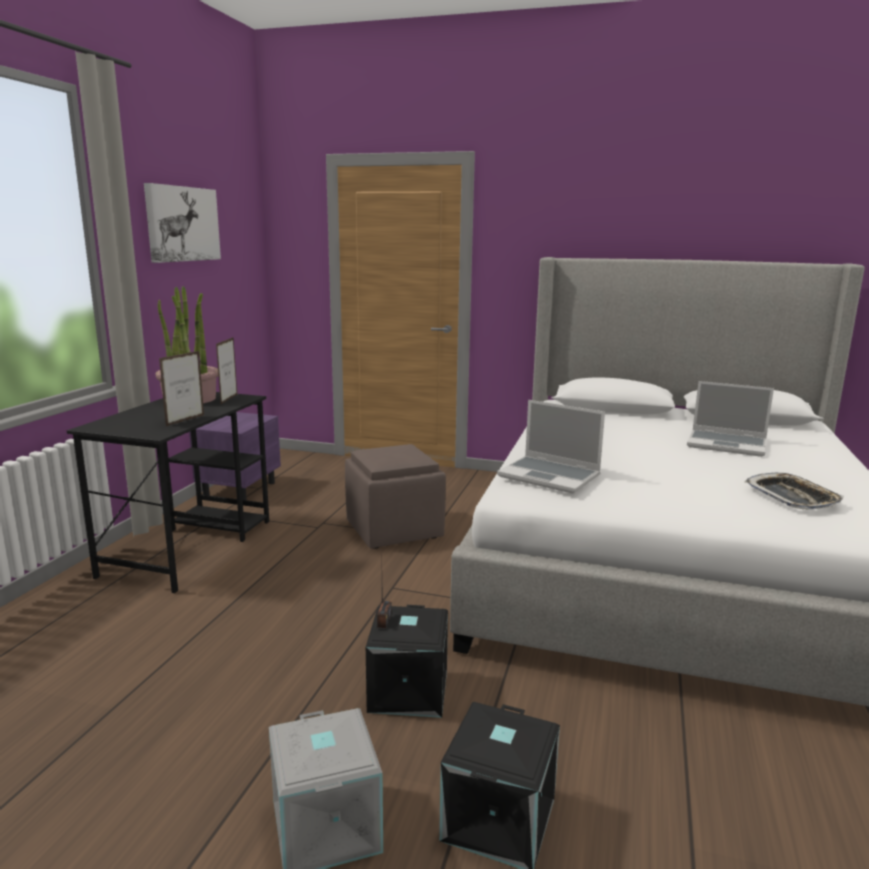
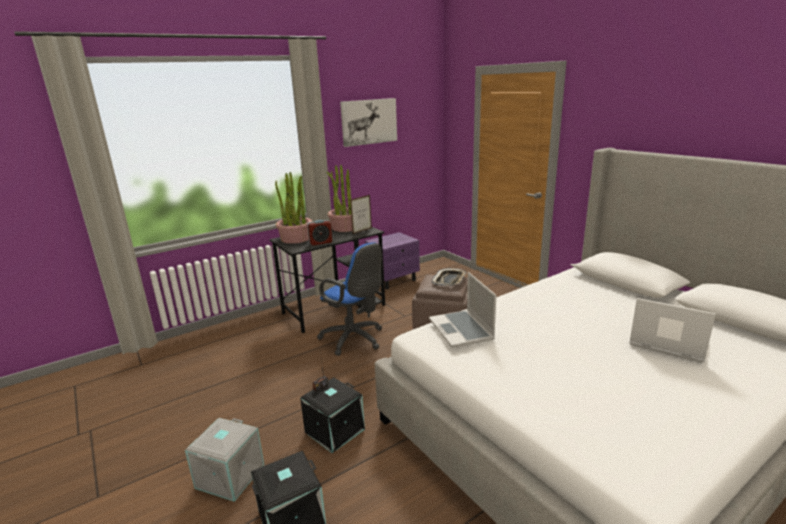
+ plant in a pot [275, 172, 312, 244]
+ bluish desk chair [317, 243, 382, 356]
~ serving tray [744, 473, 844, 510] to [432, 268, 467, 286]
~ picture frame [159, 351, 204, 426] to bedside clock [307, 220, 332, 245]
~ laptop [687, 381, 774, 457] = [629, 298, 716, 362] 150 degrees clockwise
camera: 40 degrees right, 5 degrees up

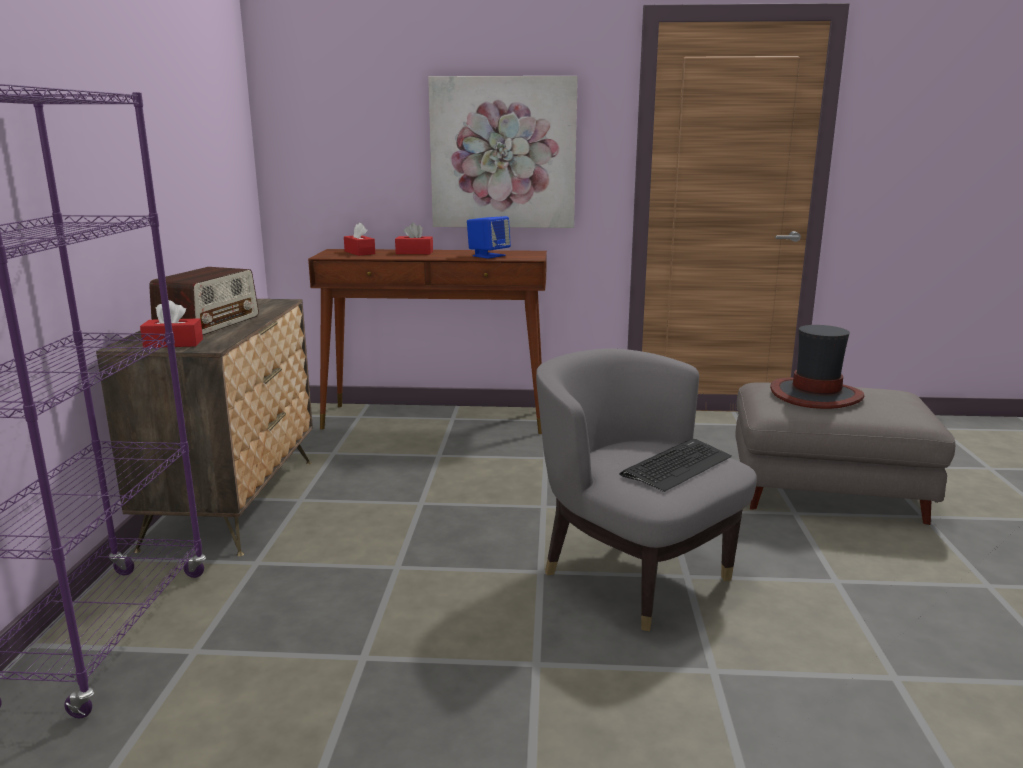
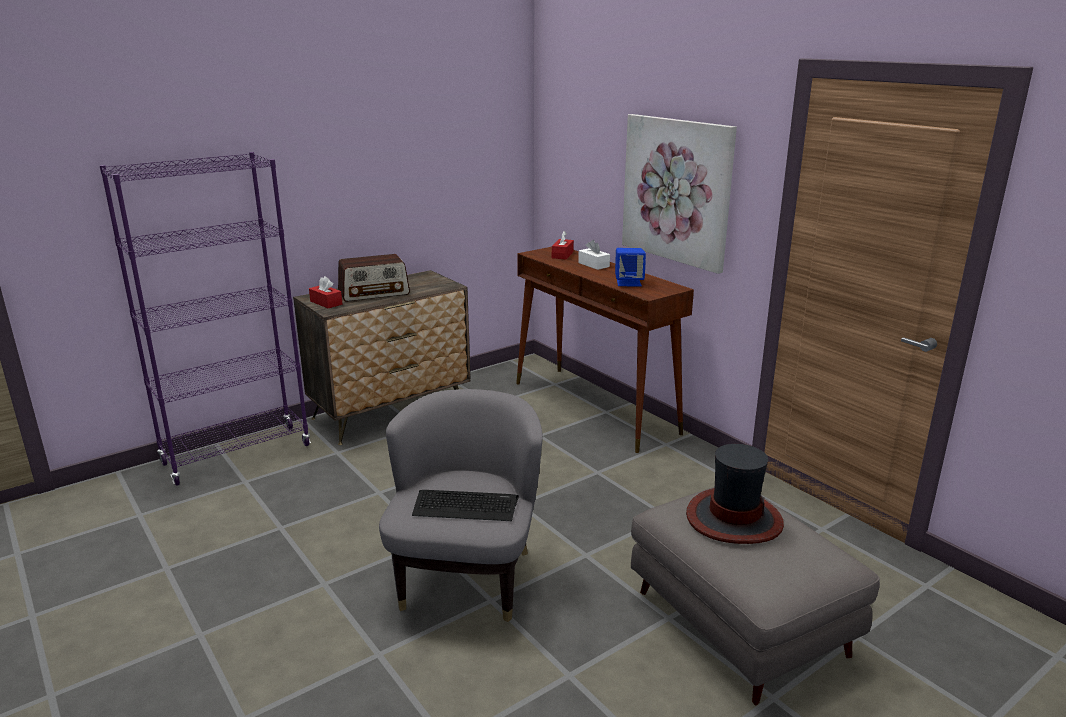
~ reddish tissue holder [395, 223, 433, 254] to whitish tissue holder [578, 240, 610, 270]
camera: 50 degrees right, 5 degrees up

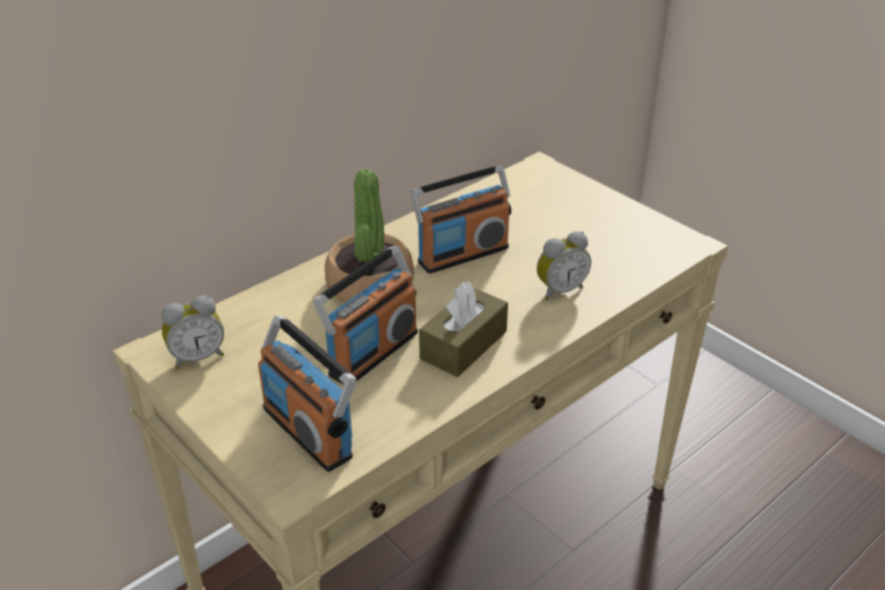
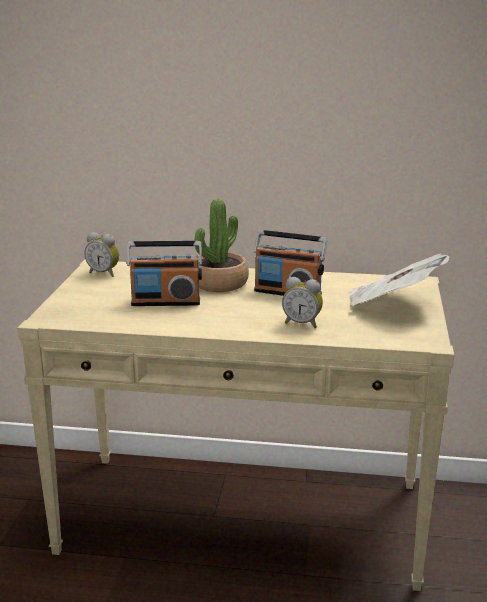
- radio [258, 316, 356, 472]
- brownish tissue holder [419, 282, 508, 377]
+ newspaper [349, 254, 449, 307]
camera: 50 degrees right, 15 degrees down

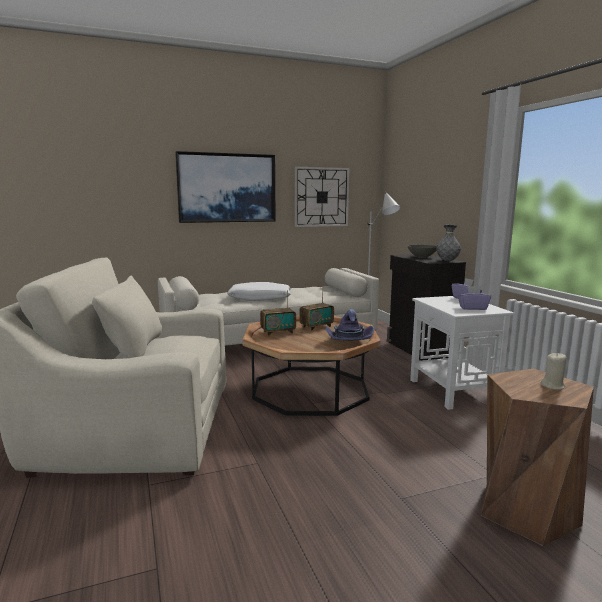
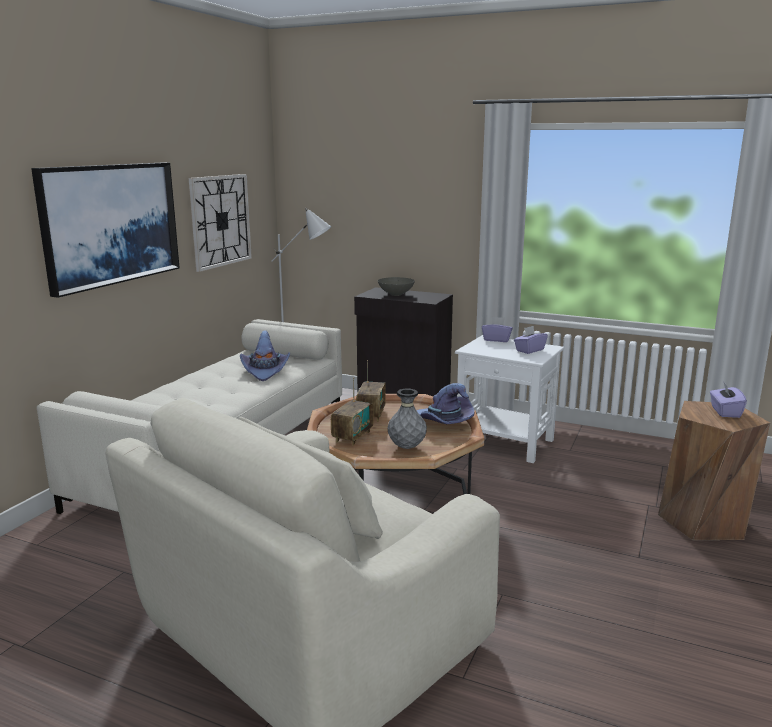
- whitish throw pillow [227, 282, 291, 301]
+ purple-coloured clothing hat [240, 330, 290, 381]
~ greyish decorative vase [436, 225, 461, 261] to [388, 389, 427, 449]
~ sand-coloured wax light [541, 352, 567, 390] to purple-coloured tissue holder [710, 383, 747, 418]
camera: 45 degrees left, 5 degrees up

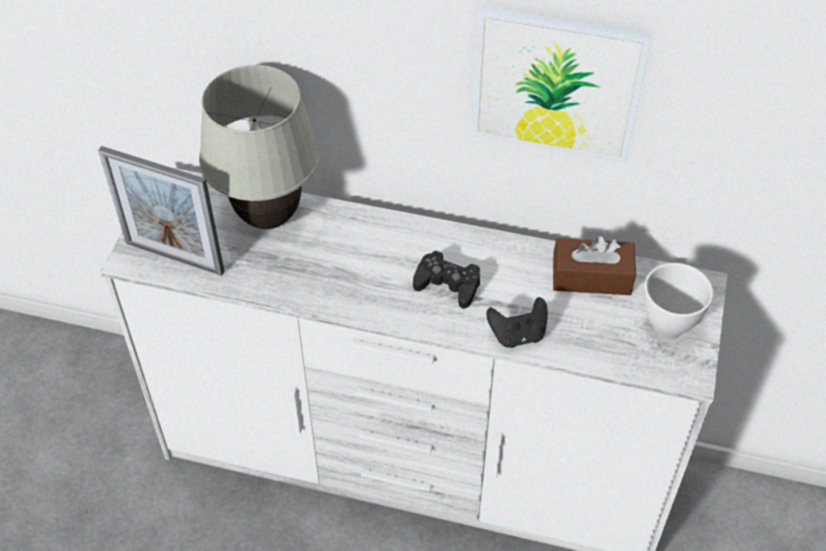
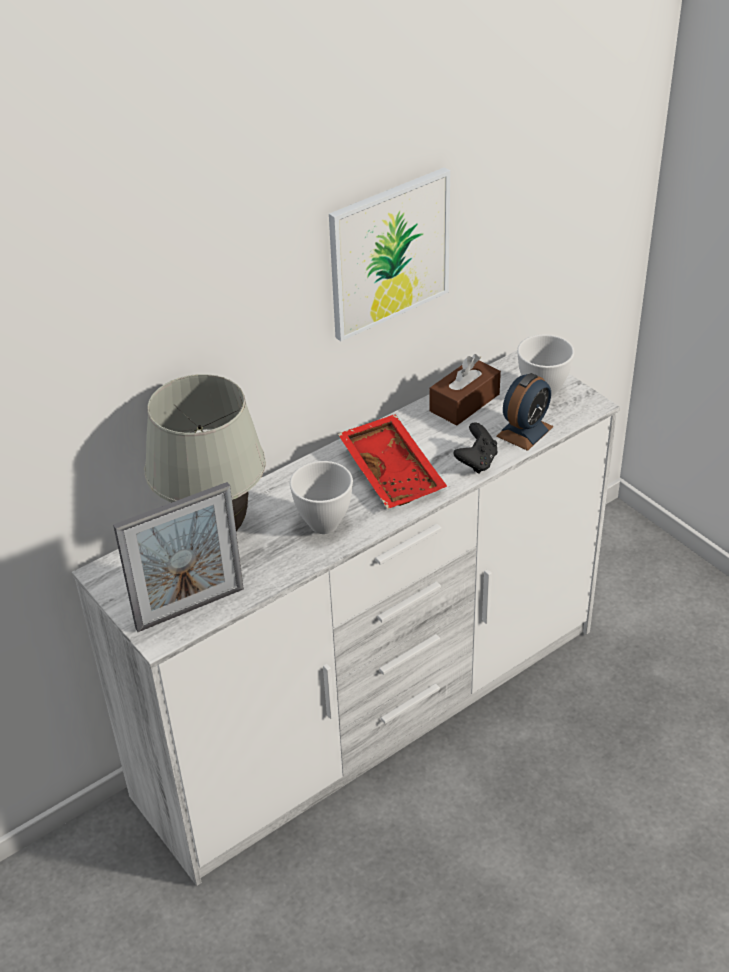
+ whitish serving bowl [290, 461, 353, 534]
+ bedside clock [496, 373, 554, 451]
~ black-coloured joypad [413, 251, 480, 309] to reddish serving tray [338, 414, 447, 509]
camera: 50 degrees left, 10 degrees down

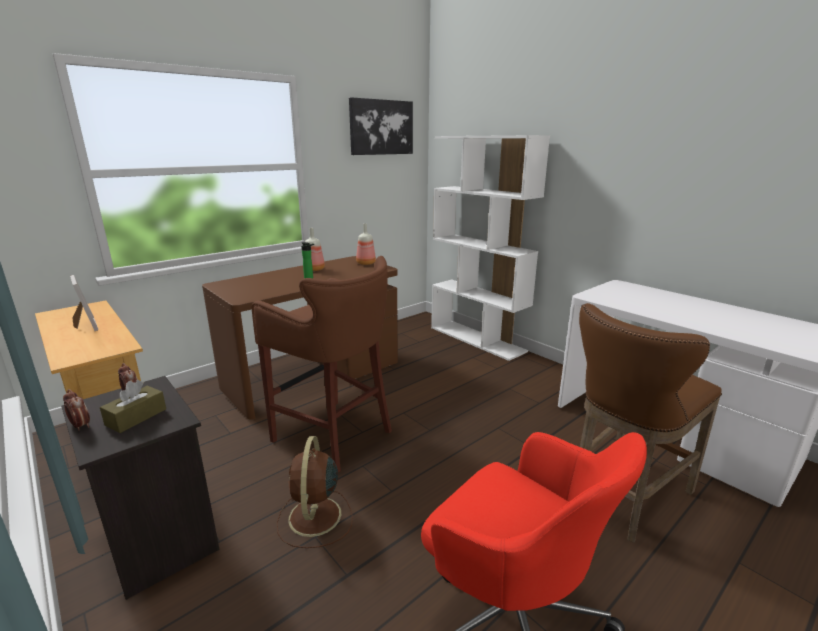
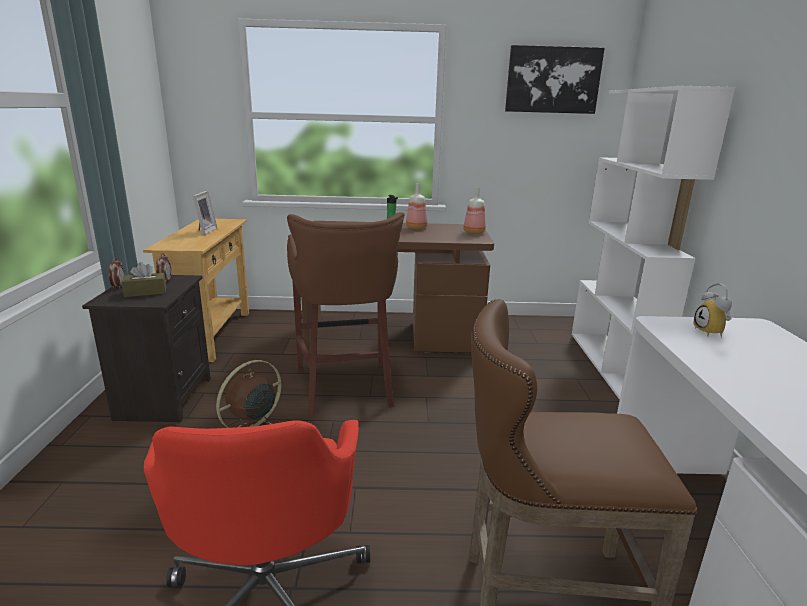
+ bedside clock [693, 283, 732, 338]
camera: 40 degrees right, 0 degrees up

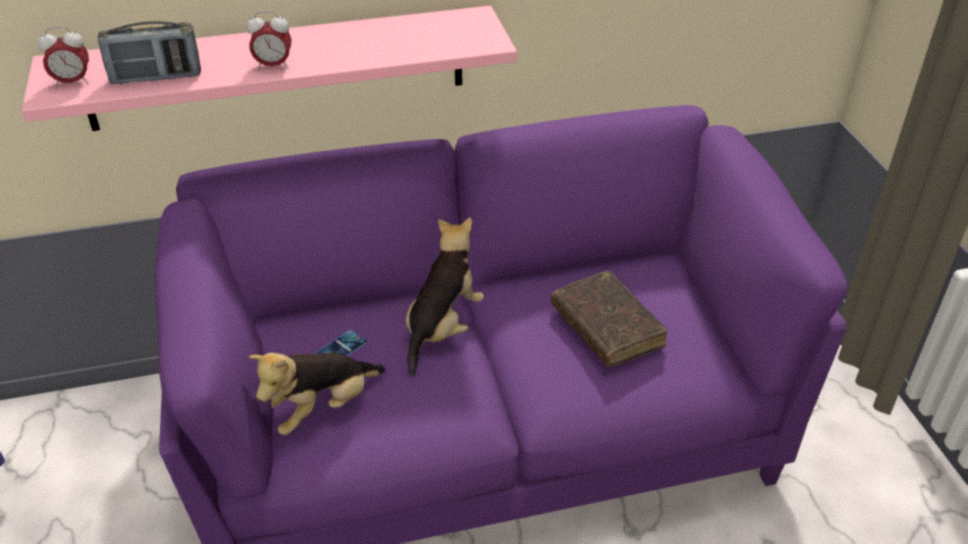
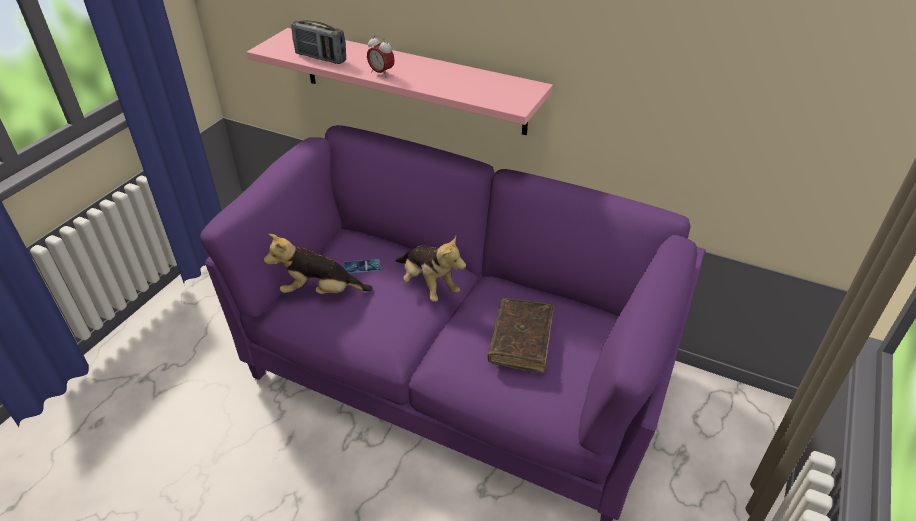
- bedside clock [38, 26, 89, 88]
~ plush toy [406, 217, 484, 377] = [395, 236, 466, 302] 75 degrees clockwise
camera: 40 degrees right, 0 degrees up

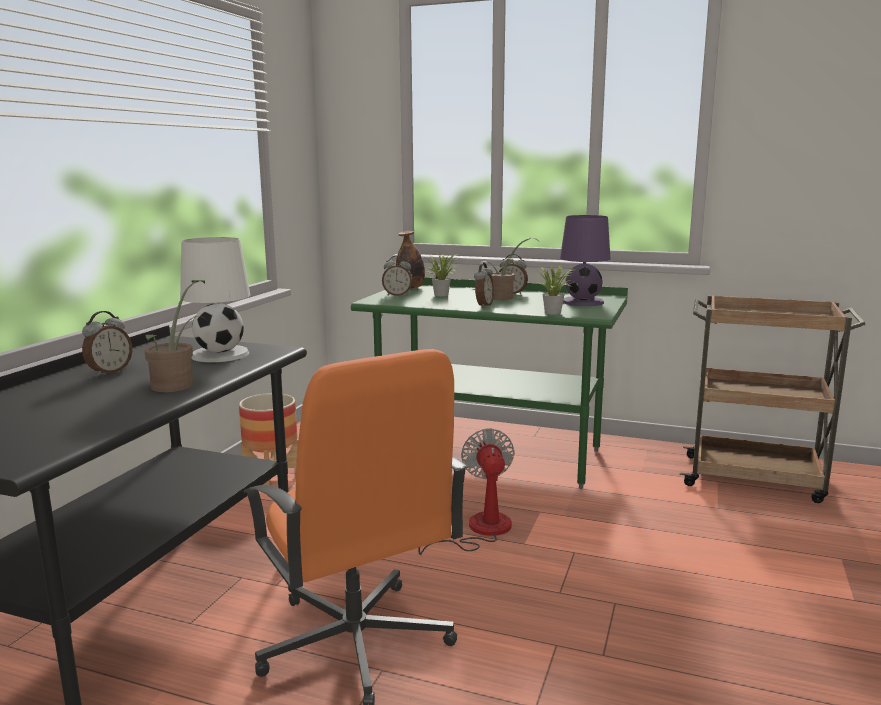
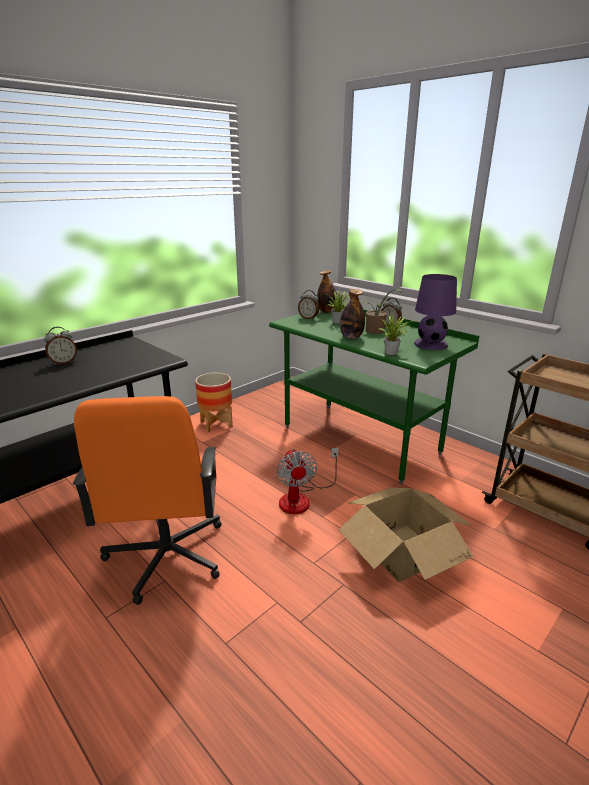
- plant in a pot [144, 280, 208, 392]
- whitish table lamp [180, 237, 250, 362]
+ packing box [338, 487, 474, 582]
~ bedside clock [474, 263, 494, 308] to beverage bottle [340, 289, 365, 339]
~ electric fan [418, 428, 514, 555] = [277, 447, 339, 514] 150 degrees clockwise
camera: 25 degrees right, 10 degrees up

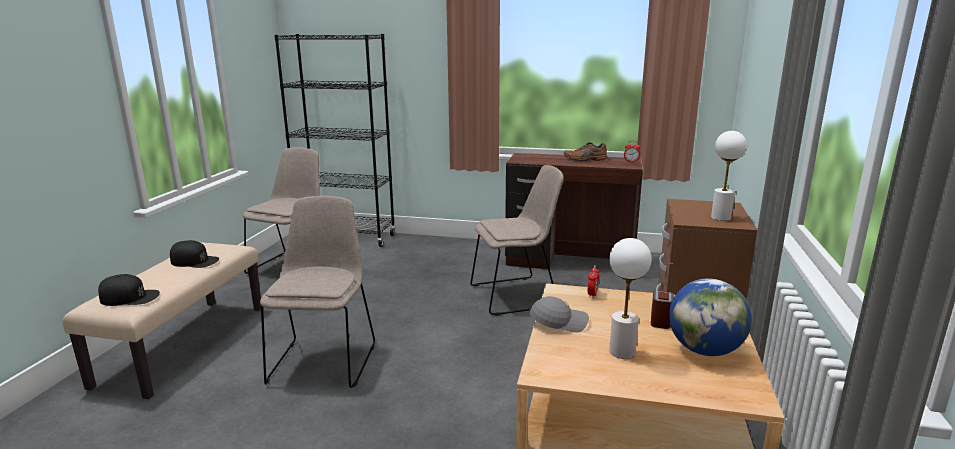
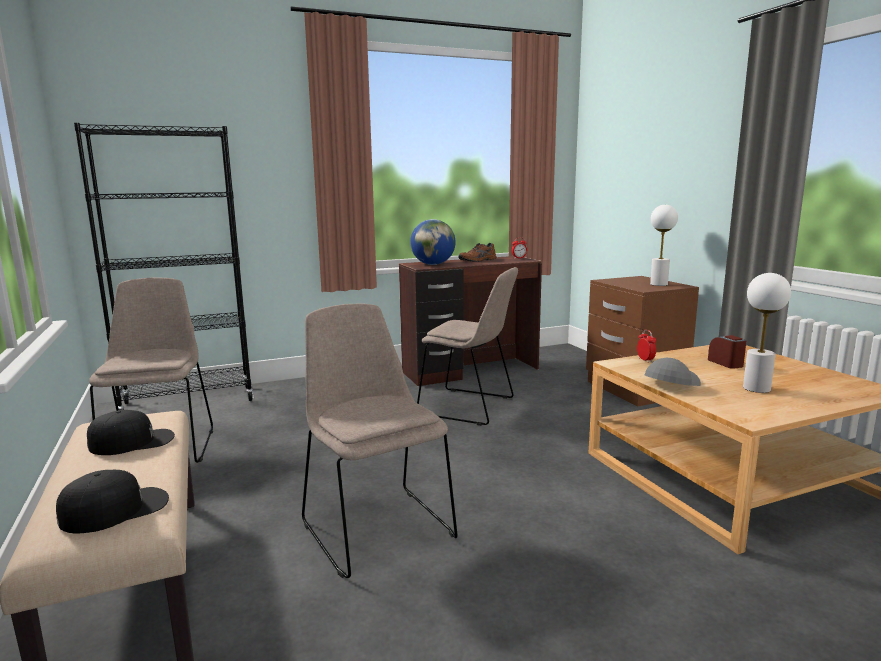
~ world globe [669, 278, 752, 356] to [410, 219, 456, 265]
~ sand-coloured chair [470, 165, 564, 316] = [417, 267, 518, 426] 75 degrees clockwise
camera: 35 degrees left, 5 degrees down

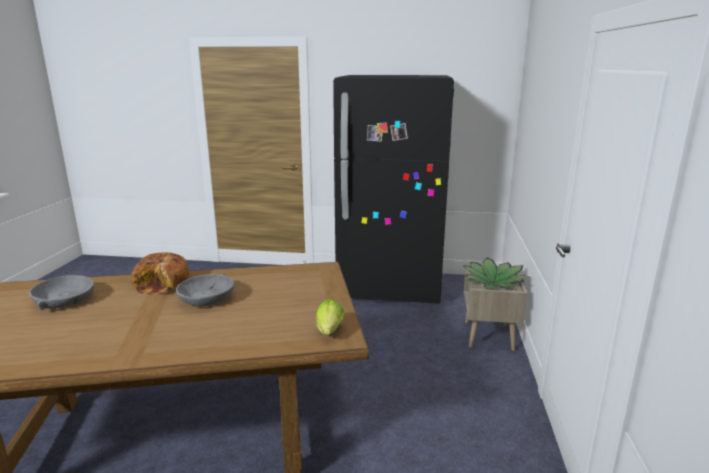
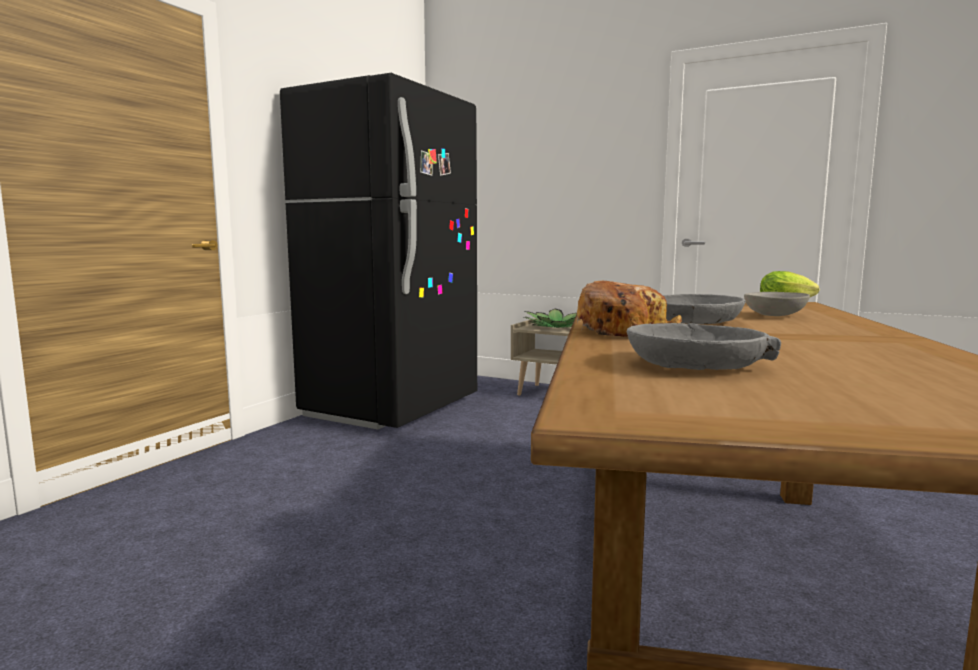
+ greyish serving bowl [744, 292, 810, 316]
camera: 70 degrees left, 10 degrees down

